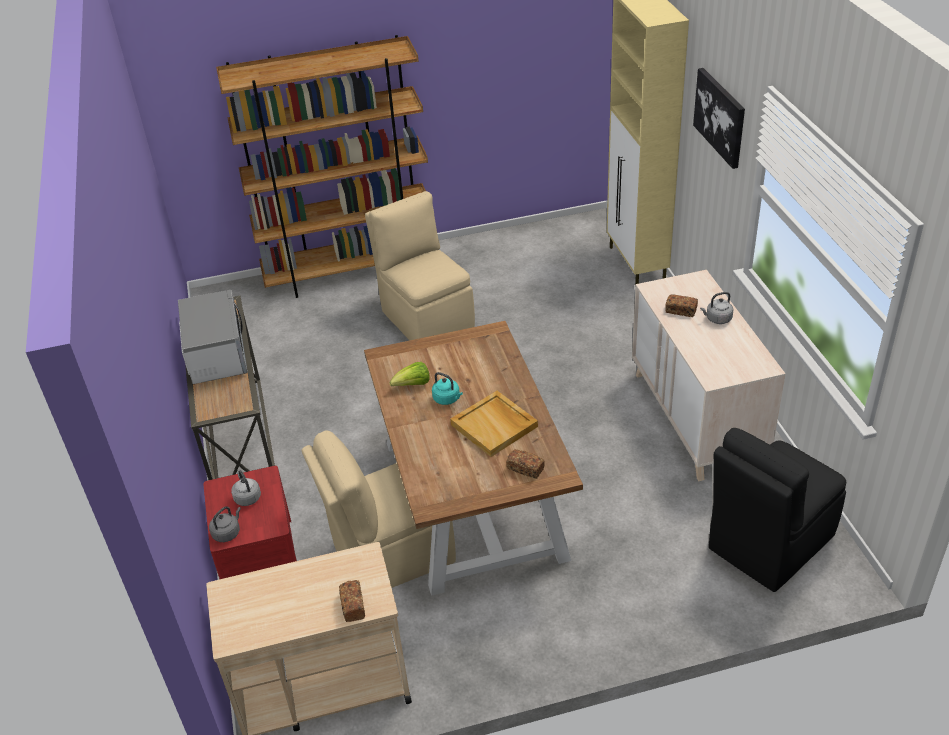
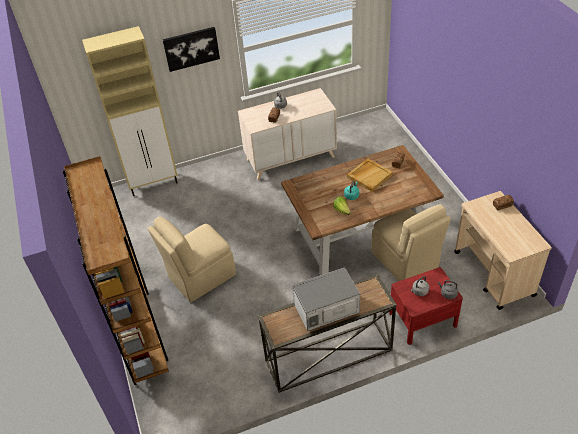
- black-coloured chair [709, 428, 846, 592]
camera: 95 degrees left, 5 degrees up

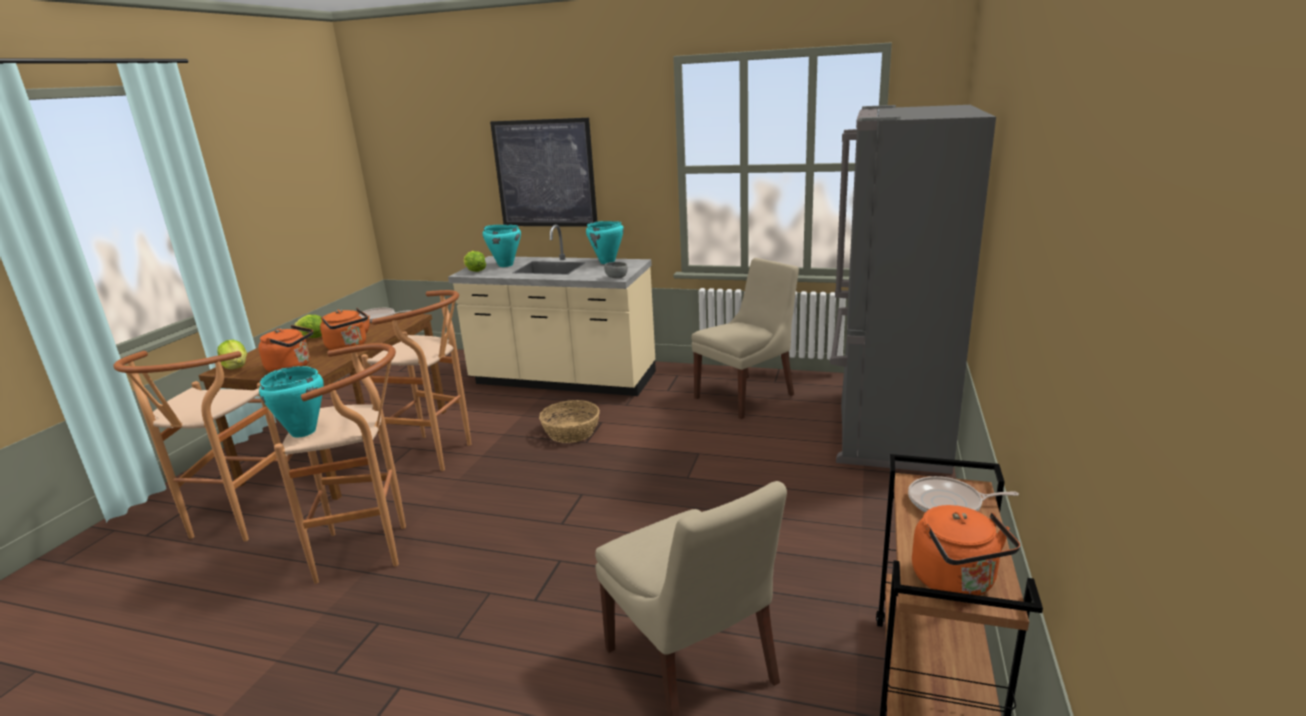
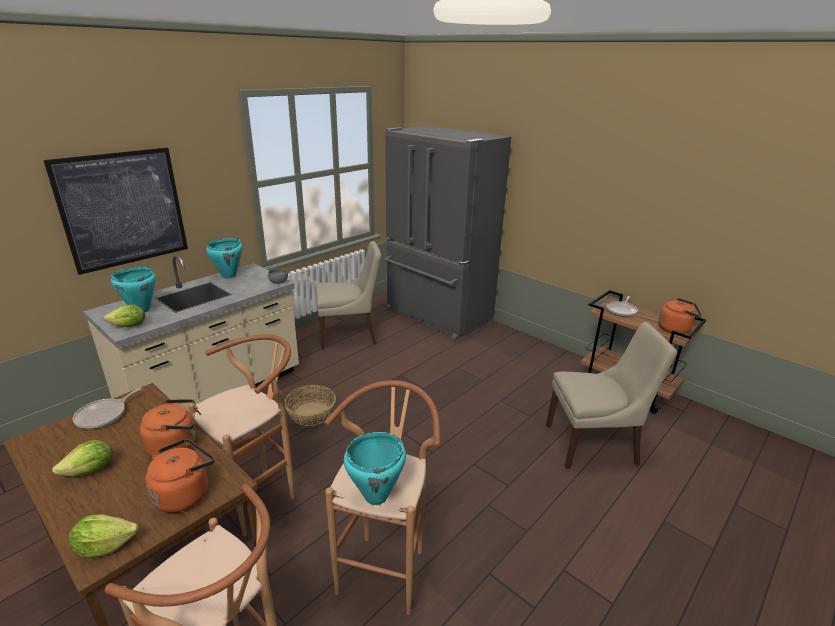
~ sand-coloured chair [691, 258, 799, 419] = [315, 241, 382, 350] 90 degrees clockwise
camera: 65 degrees left, 5 degrees up

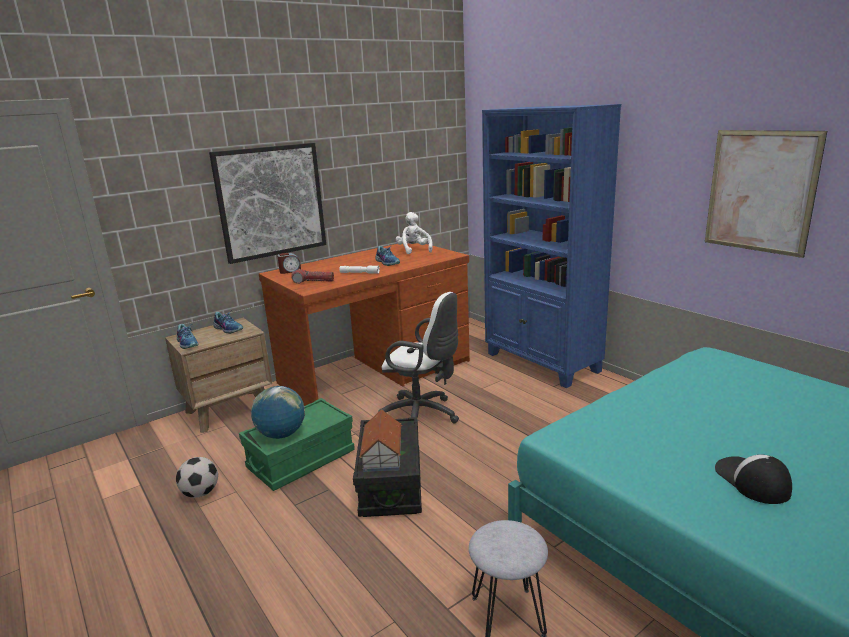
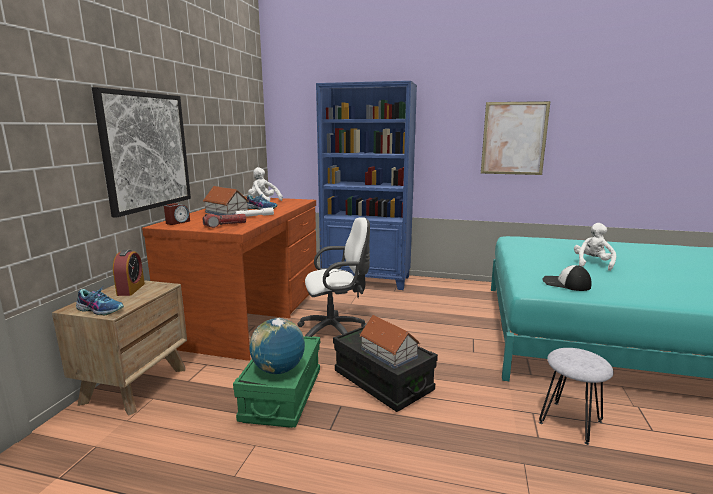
- football ball [176, 457, 218, 498]
+ miniature house [203, 186, 249, 215]
+ whitish plush toy [574, 223, 616, 271]
~ baseball cap [715, 455, 792, 504] to [542, 265, 592, 291]
~ item of footwear [213, 310, 243, 334] to bedside clock [113, 250, 145, 296]
camera: 40 degrees left, 5 degrees down

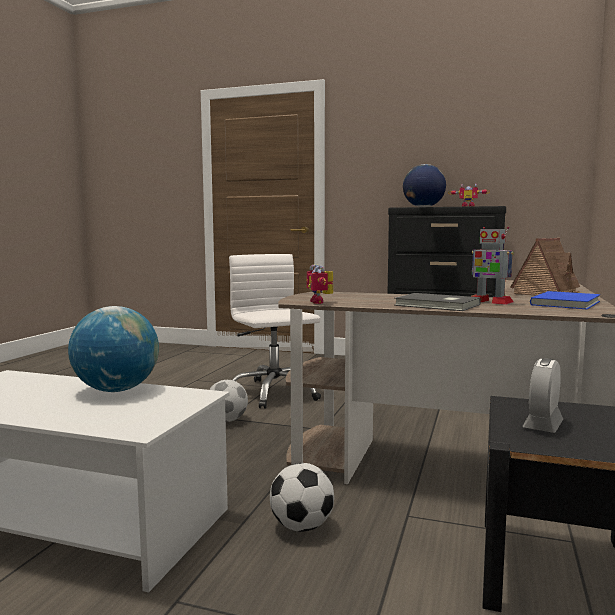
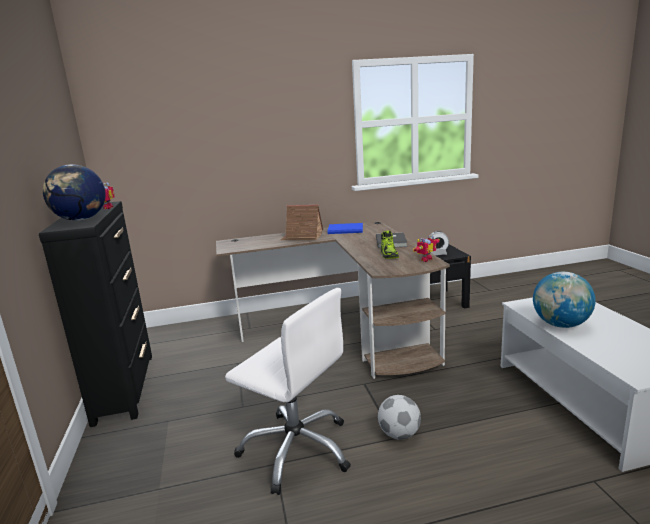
- football ball [270, 463, 334, 532]
- model robot [471, 227, 514, 305]
+ item of footwear [381, 231, 399, 259]
~ whitish desk chair [229, 254, 321, 409] = [225, 288, 351, 495] 90 degrees counterclockwise
camera: 120 degrees left, 10 degrees up

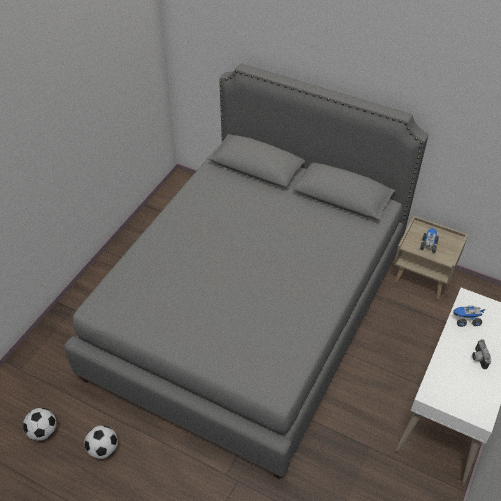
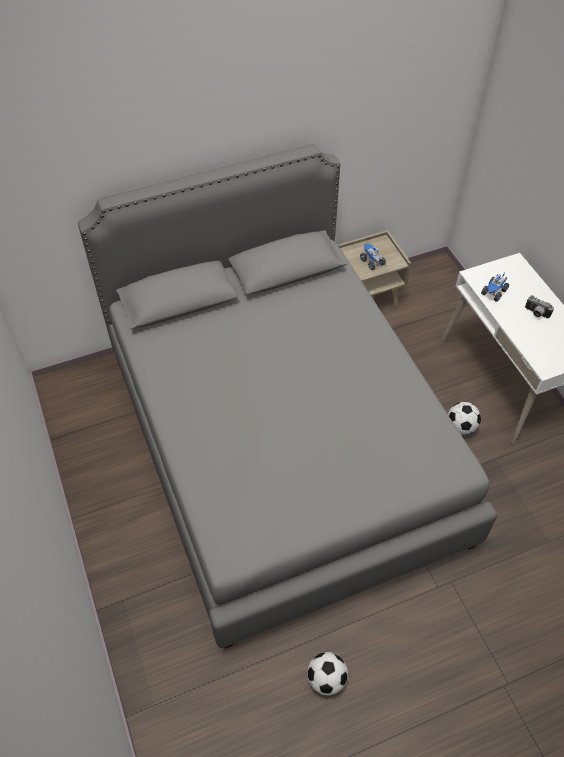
~ football ball [23, 408, 56, 441] to [448, 402, 481, 435]
camera: 50 degrees left, 5 degrees up

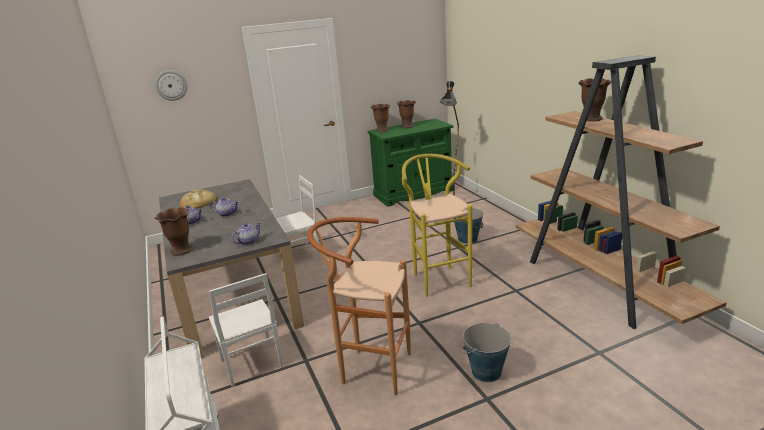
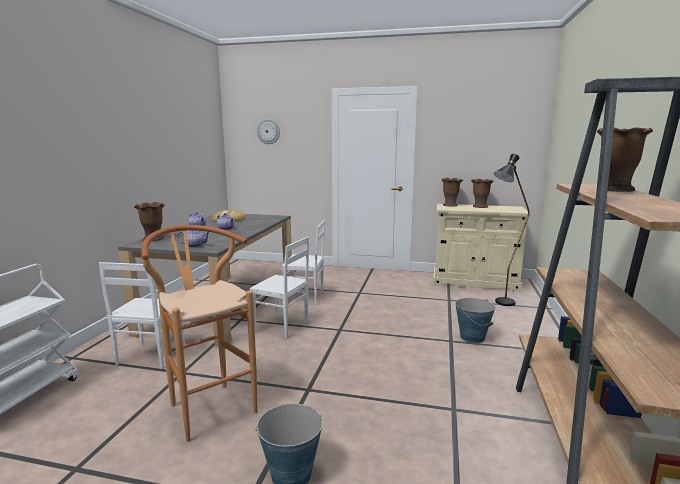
- yellow sitting stool [402, 154, 472, 297]
+ whitish chair [250, 237, 309, 338]
~ green cabinet [368, 119, 454, 207] to sand-coloured cabinet [433, 204, 531, 292]
camera: 35 degrees right, 10 degrees down

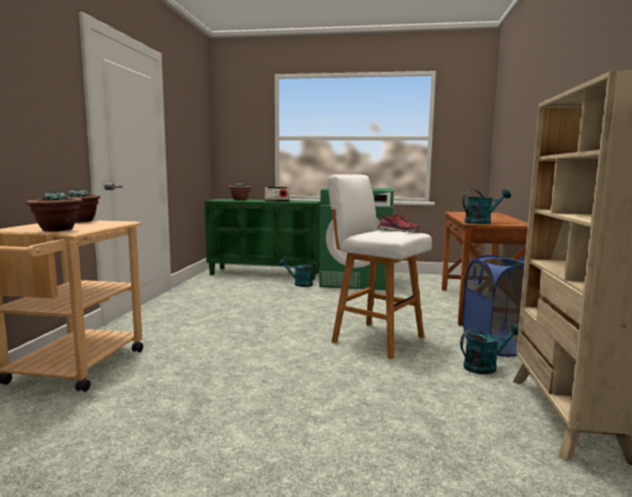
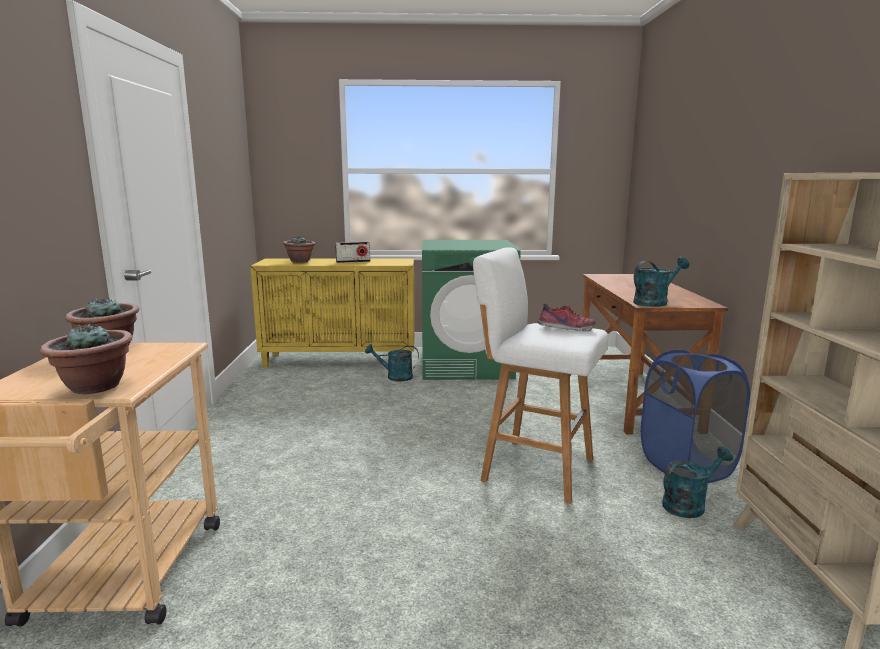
~ green cabinet [205, 199, 320, 280] to yellow cabinet [250, 258, 415, 368]
camera: 10 degrees left, 5 degrees up

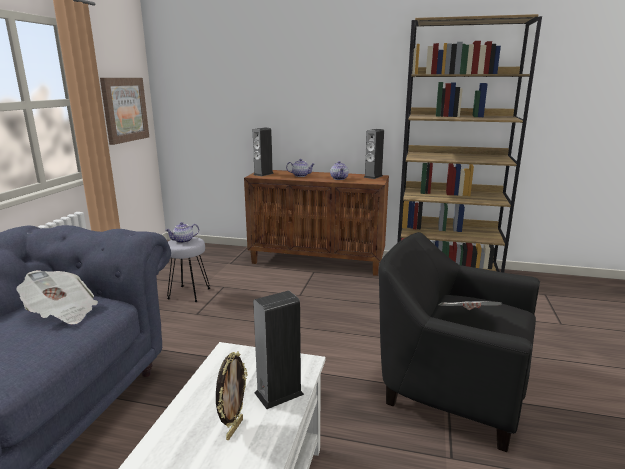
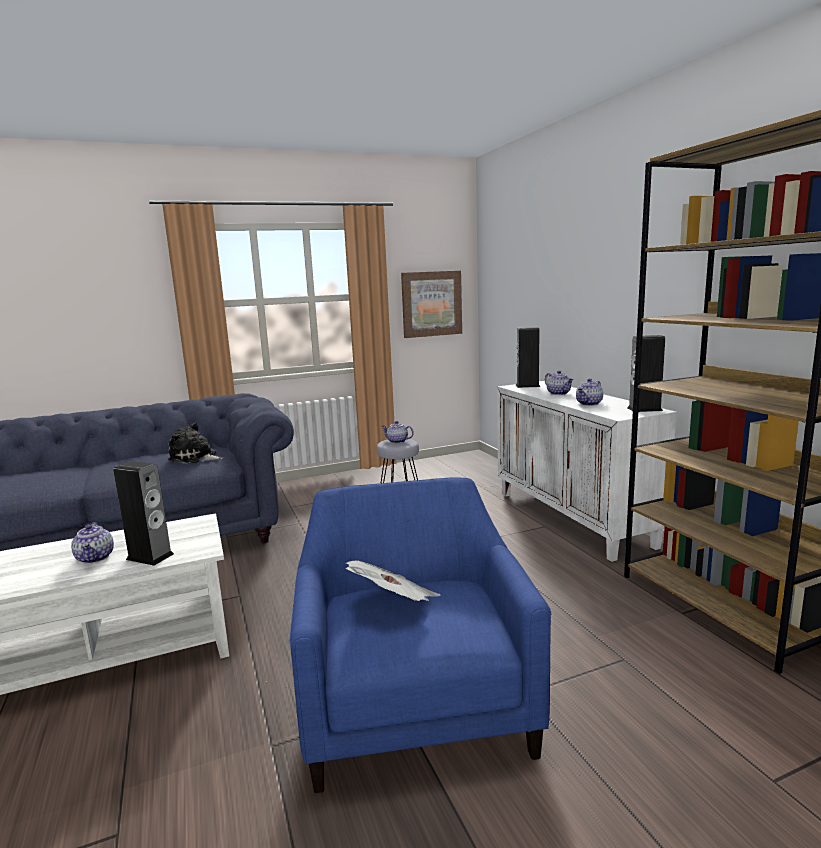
~ newspaper [16, 270, 98, 324] to plush toy [168, 422, 223, 464]
~ picture frame [216, 351, 247, 440] to tea pot [71, 522, 114, 564]
~ brownish cabinet [244, 170, 389, 276] to whitish cabinet [497, 381, 677, 562]
~ black-coloured lounge chair [379, 232, 540, 452] to bluish lounge chair [290, 478, 552, 793]
camera: 55 degrees right, 5 degrees down

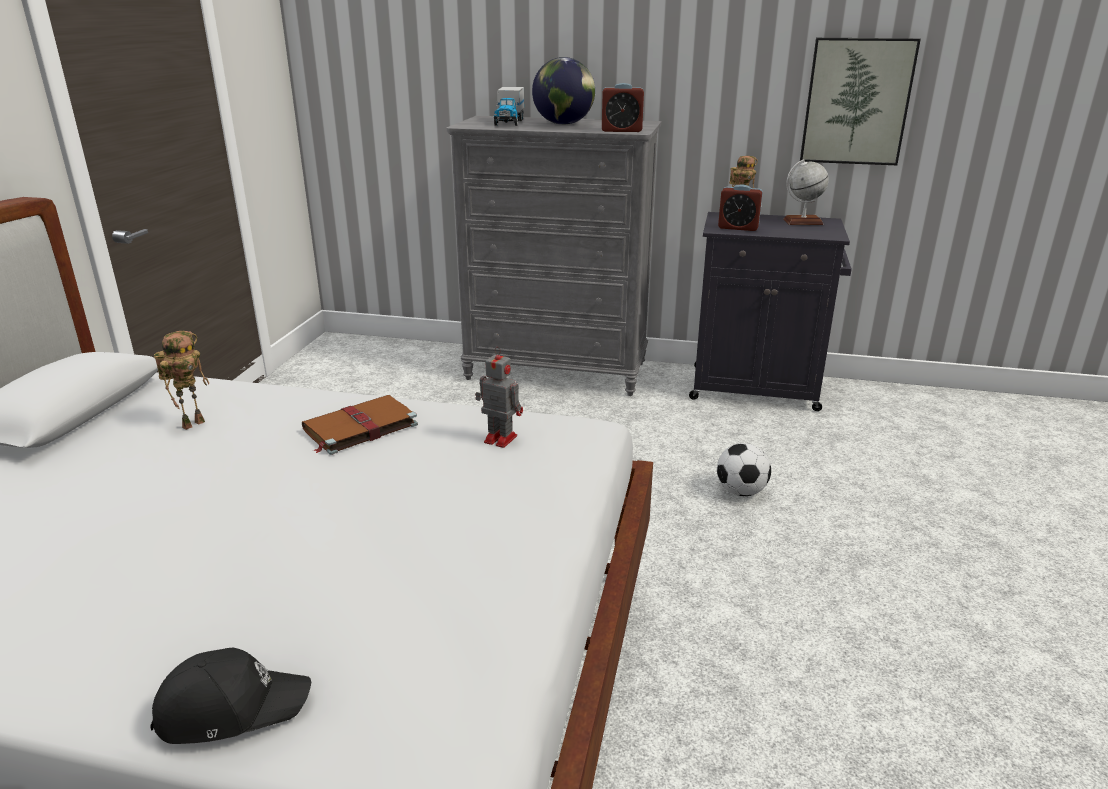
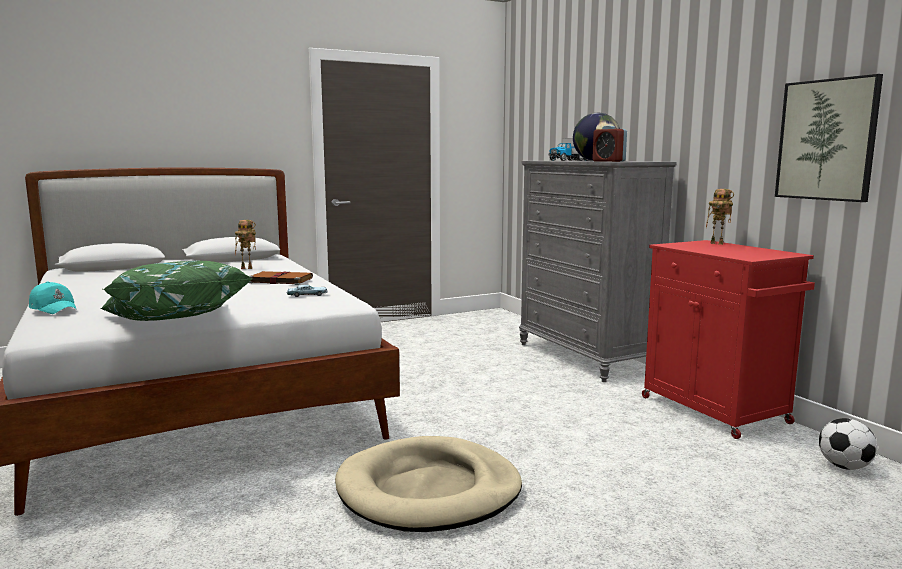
- bedside clock [718, 184, 763, 231]
- world globe [783, 160, 829, 225]
+ green throw pillow [101, 261, 253, 321]
+ sand-coloured pet bed [335, 436, 522, 532]
~ football ball [717, 443, 771, 496] to [819, 418, 877, 470]
~ model robot [475, 346, 523, 448] to bluish toy car [286, 285, 328, 297]
~ black-coloured baseball cap [150, 648, 311, 744] to turquoise-coloured baseball cap [29, 282, 77, 314]
~ black-coloured cabinet [689, 212, 852, 411] to reddish cabinet [642, 240, 815, 439]
camera: 50 degrees right, 15 degrees down

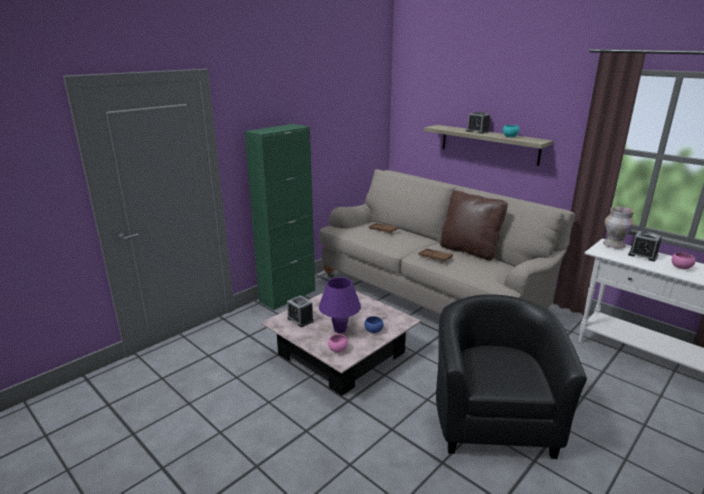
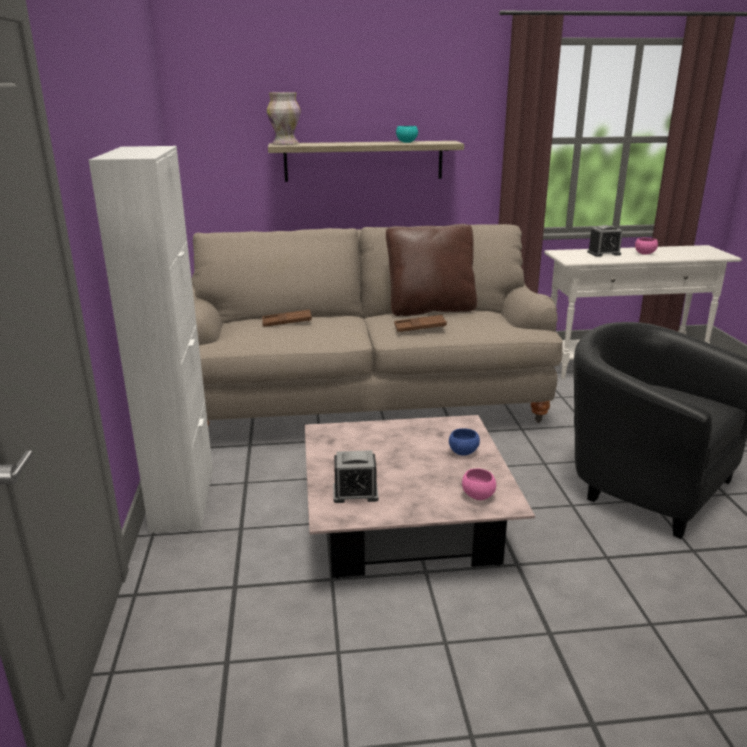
- purple-coloured table lamp [319, 277, 361, 333]
- bedside clock [466, 112, 490, 134]
~ decorative vase [603, 207, 634, 249] to [267, 92, 301, 145]
~ green cabinet [245, 124, 315, 310] to whitish cabinet [89, 146, 213, 533]
camera: 50 degrees left, 0 degrees up

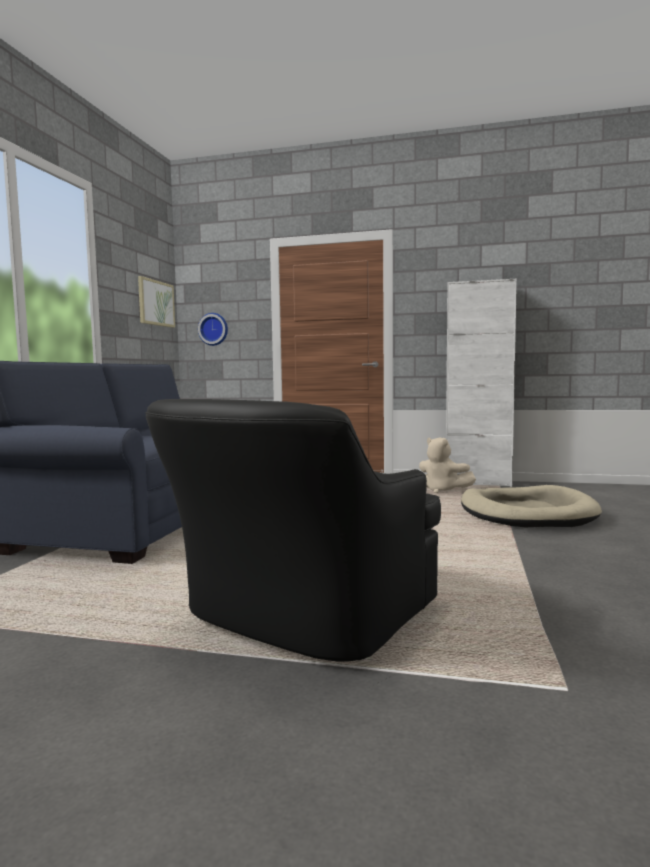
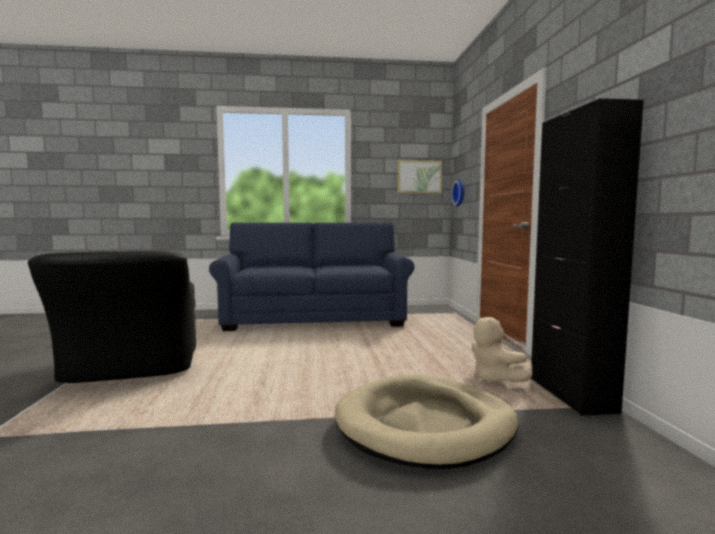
~ whitish cabinet [446, 279, 517, 487] to black-coloured cabinet [531, 98, 644, 416]
~ black-coloured lounge chair [145, 399, 441, 662] = [28, 251, 196, 383] 120 degrees counterclockwise
~ sand-coloured plush toy [419, 437, 476, 493] = [472, 315, 533, 384] 45 degrees counterclockwise
camera: 70 degrees right, 0 degrees up

